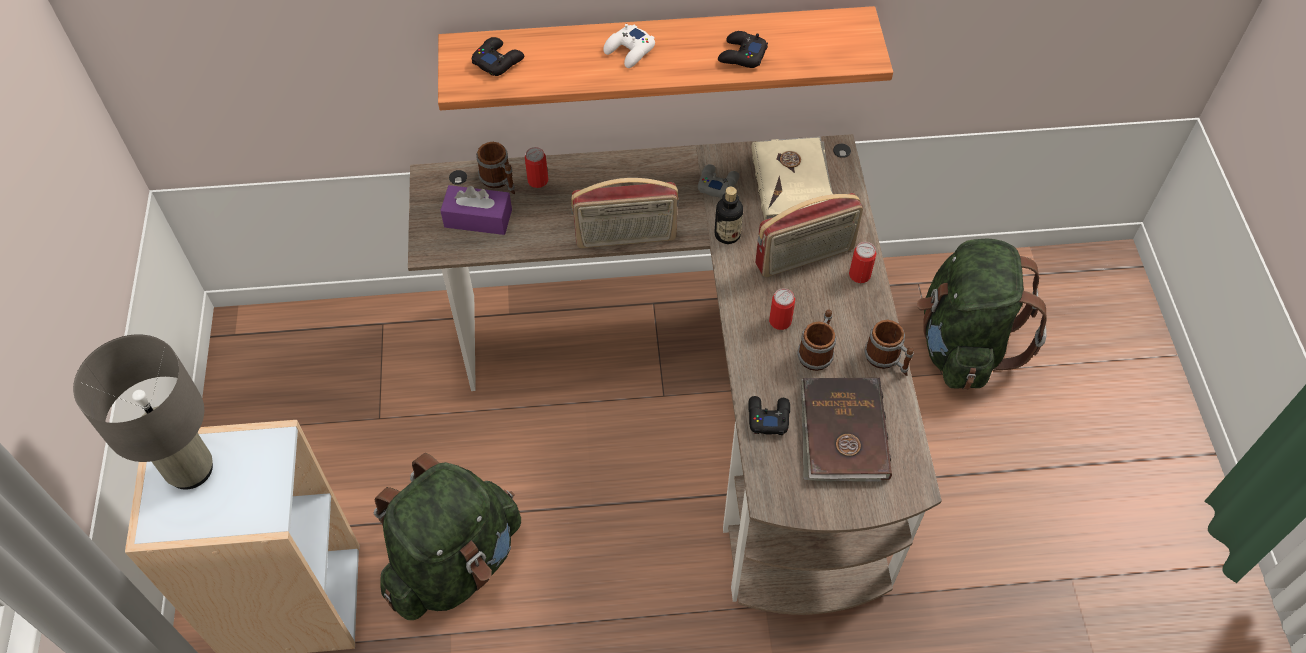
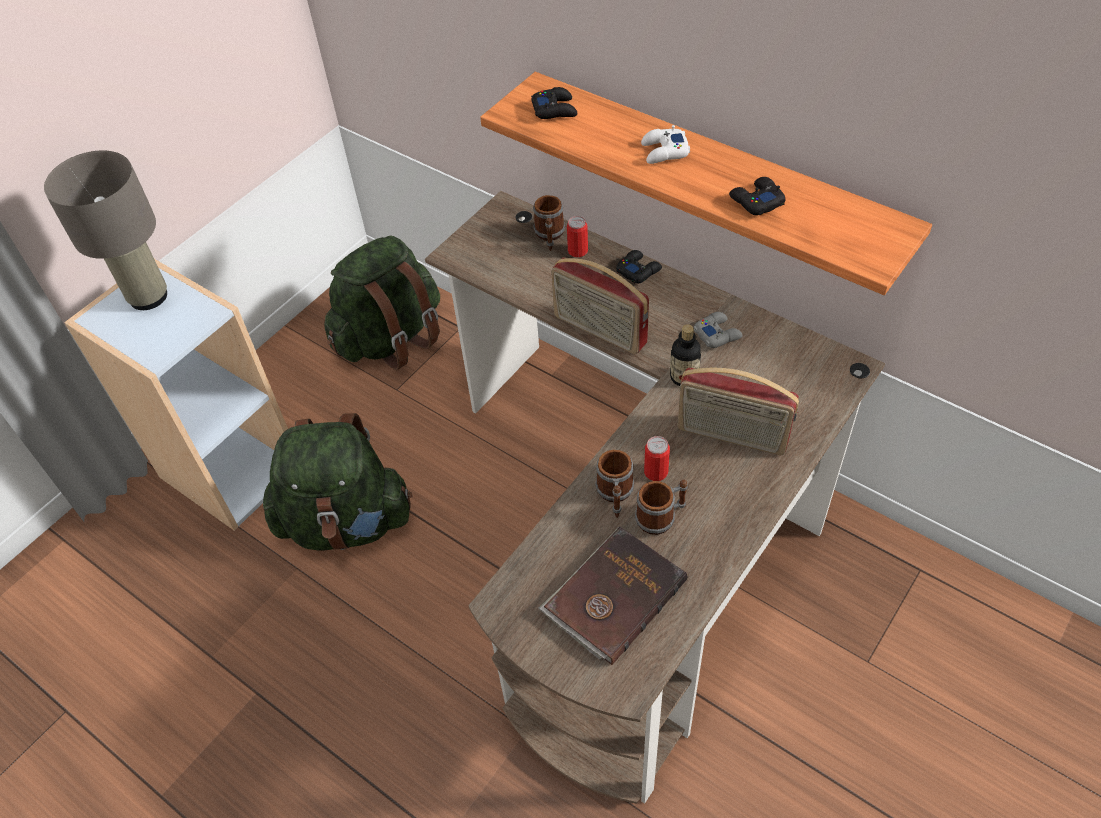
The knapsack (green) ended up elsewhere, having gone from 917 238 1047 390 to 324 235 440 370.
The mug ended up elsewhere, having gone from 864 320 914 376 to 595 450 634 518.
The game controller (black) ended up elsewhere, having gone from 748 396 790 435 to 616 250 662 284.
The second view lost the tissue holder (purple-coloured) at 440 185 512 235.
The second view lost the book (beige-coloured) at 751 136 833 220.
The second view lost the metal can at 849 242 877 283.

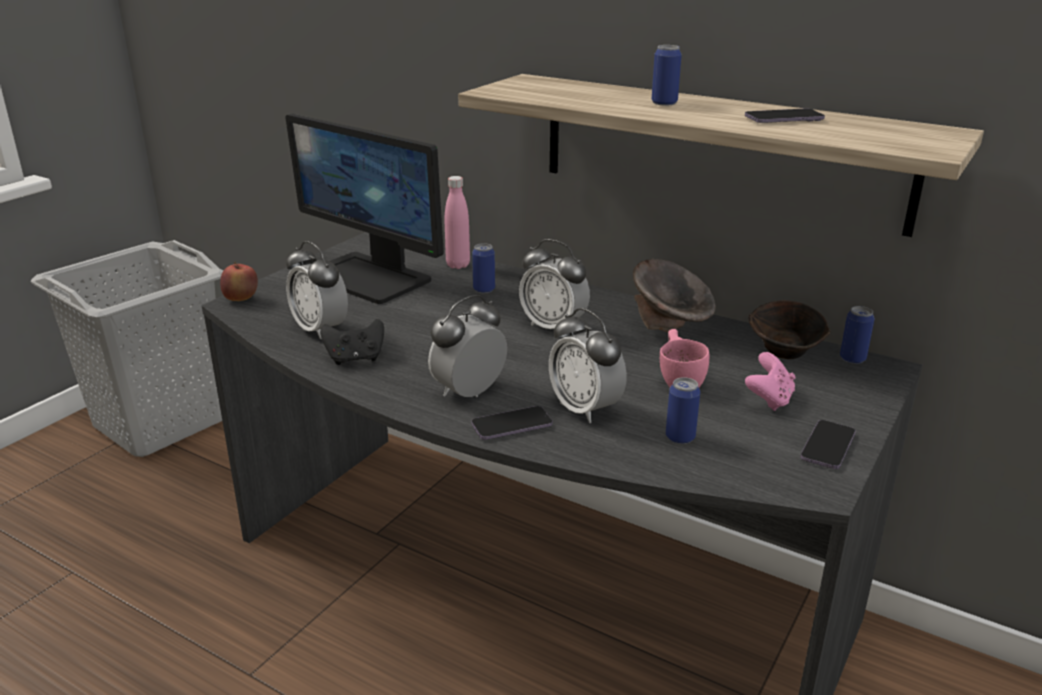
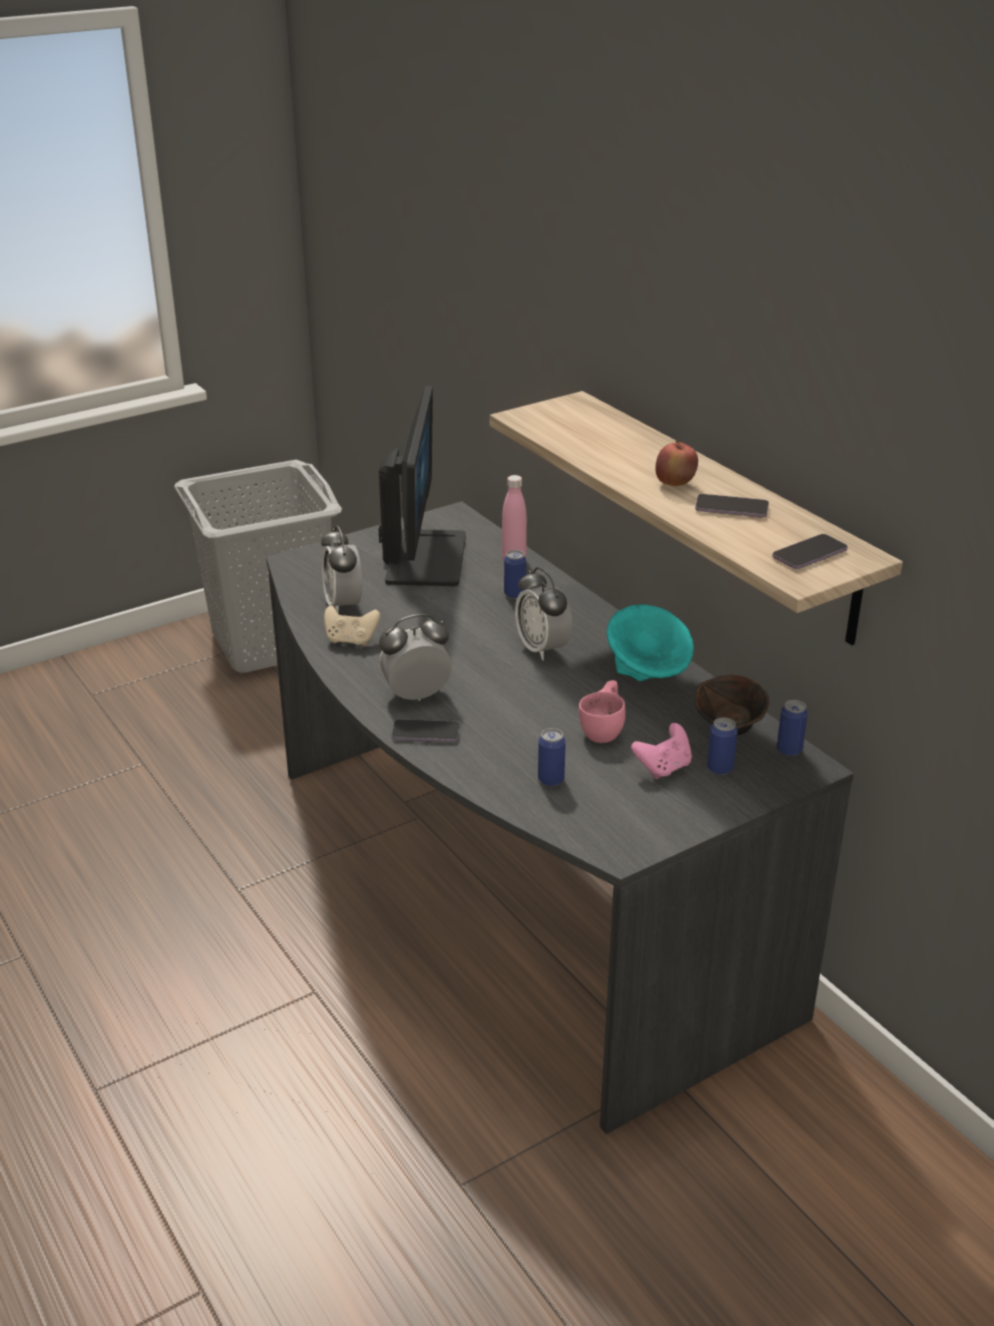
What was the game controller (black) at 320 319 384 365 turned into the game controller (beige-coloured) at 324 605 380 647.
The computer screen at 285 113 444 304 ended up facing another way, 150 degrees counterclockwise from before.
What was the deep dish (gray) at 633 259 716 333 turned into the deep dish (turquoise) at 607 605 694 681.
The apple ended up elsewhere, having gone from 220 262 258 301 to 655 440 698 486.
The metal can ended up elsewhere, having gone from 652 45 682 106 to 707 717 738 775.
The telephone ended up elsewhere, having gone from 800 420 856 469 to 772 534 848 569.
The second view lost the table clock at 549 308 627 423.

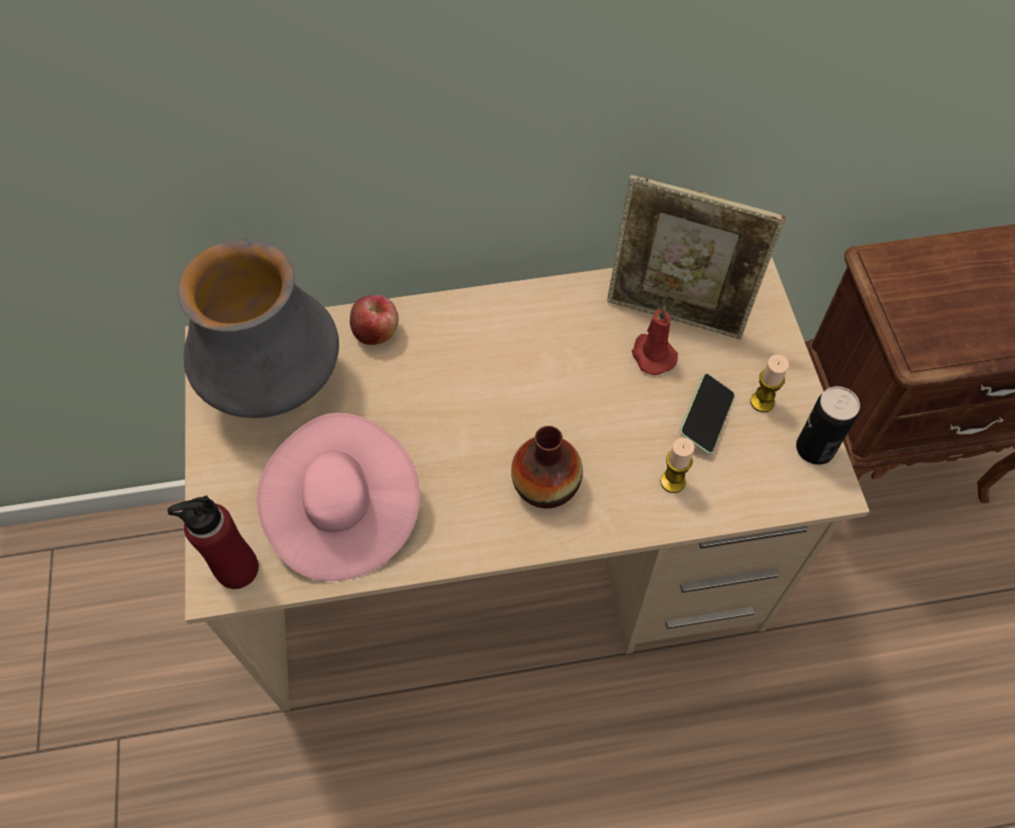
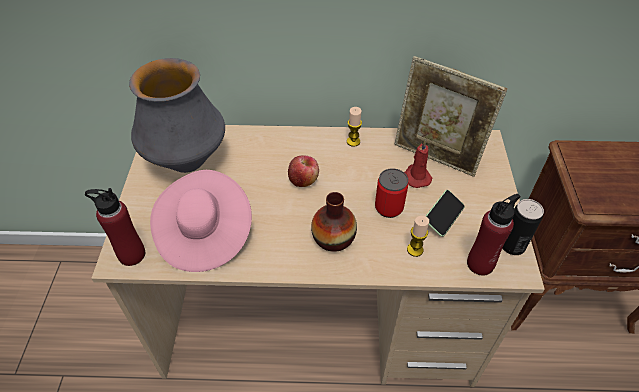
The apple ended up elsewhere, having gone from 350 295 399 345 to 288 155 319 187.
The wax candle ended up elsewhere, having gone from 750 354 789 412 to 347 107 362 147.
The second view gained the metal can at 375 168 408 218.
The second view gained the beverage bottle (red-coloured) at 467 194 521 276.

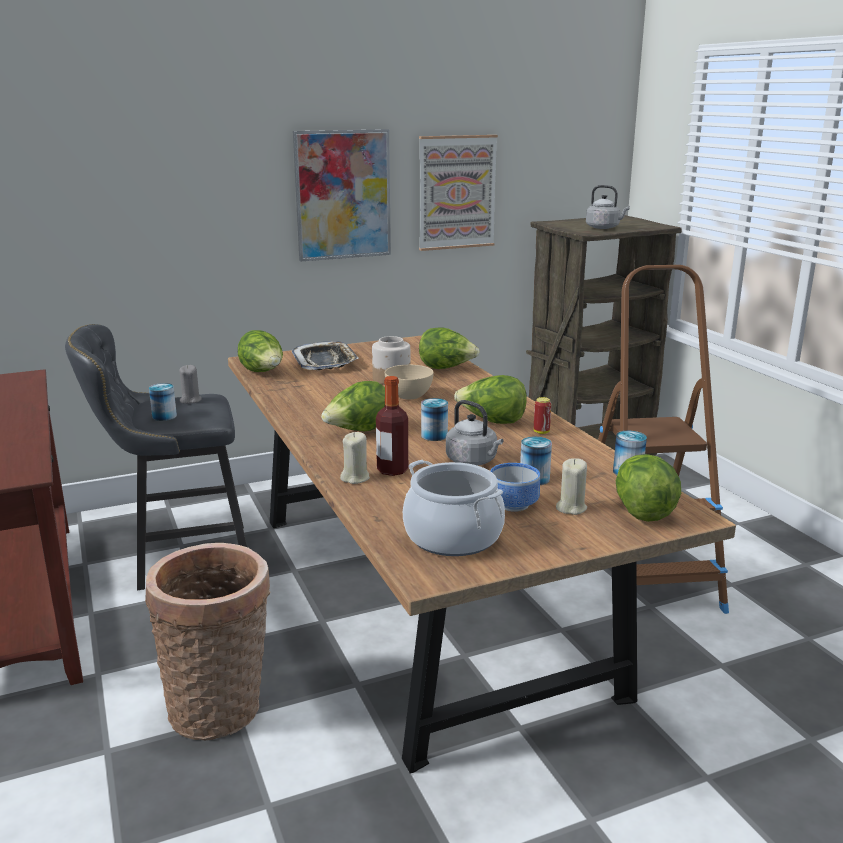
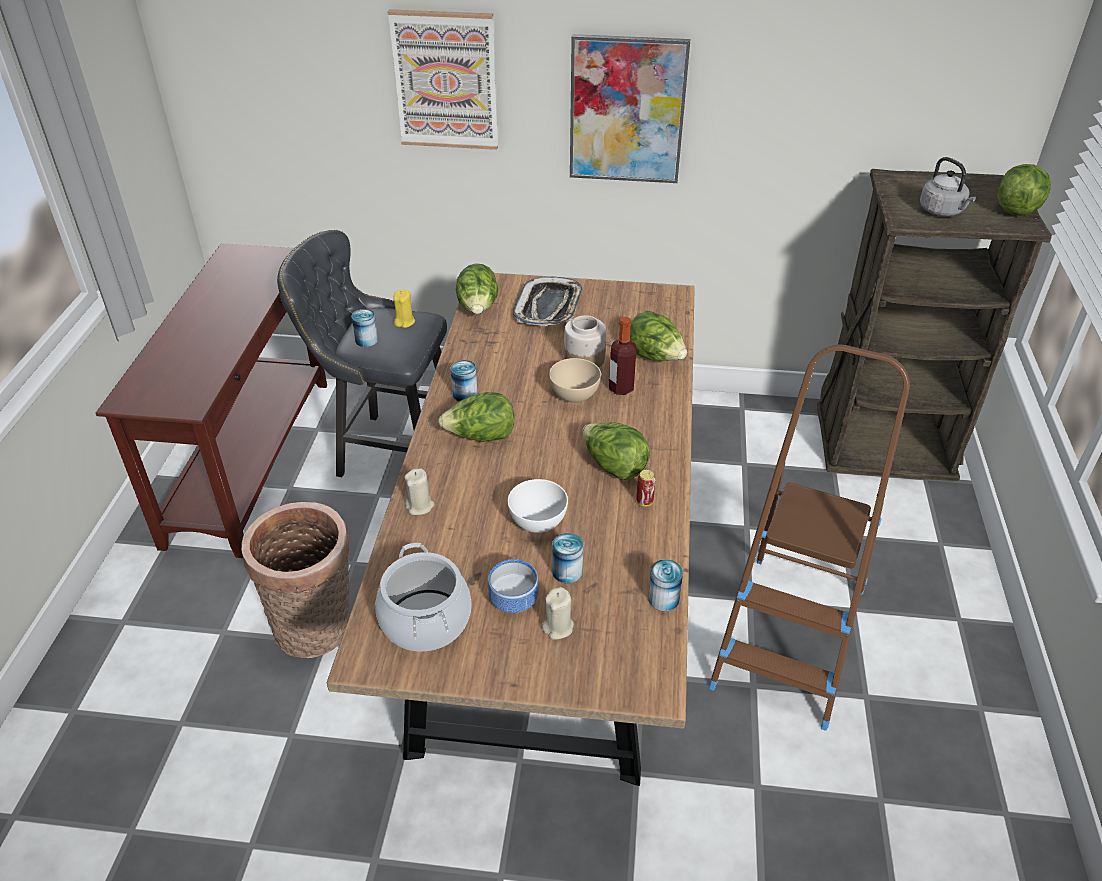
The picture ended up elsewhere, having gone from 419 135 498 251 to 388 9 498 150.
What was the wax candle (gray) at 179 365 202 404 turned into the wax candle (yellow) at 393 289 415 328.
The metal can ended up elsewhere, having gone from 421 398 448 441 to 451 360 478 401.
Where the tea kettle (gray) stood at 446 400 503 466, the deep dish (white-coloured) came to stand at 508 479 568 533.
The beverage bottle ended up elsewhere, having gone from 376 376 408 476 to 609 317 637 395.
The head of lettuce ended up elsewhere, having gone from 616 454 681 522 to 997 164 1051 216.

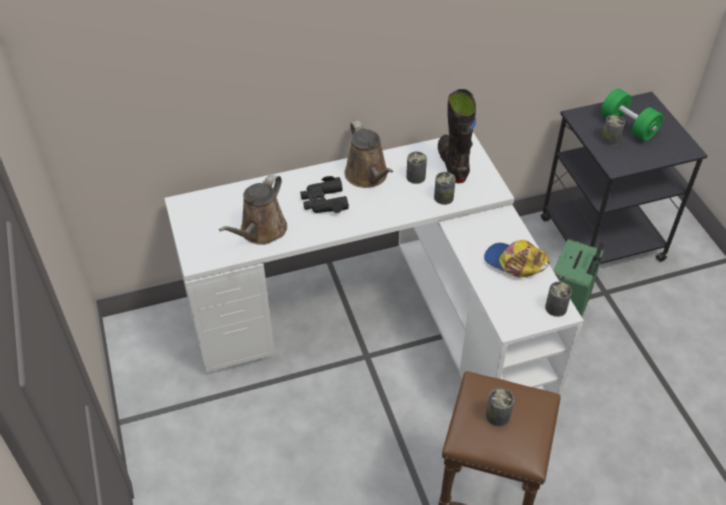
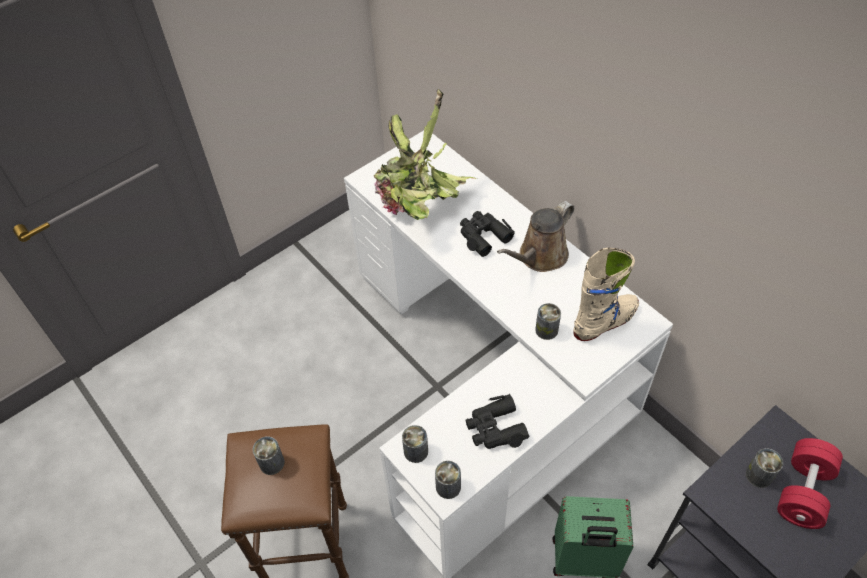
Where the sprinkling can (brownish) stood at 219 174 287 245, the potted plant came to stand at 373 89 477 220.
The metal can ended up elsewhere, having gone from 406 152 427 184 to 402 425 428 463.
Where the baseball cap stood at 484 240 550 278, the pair of binoculars (black) came to stand at 466 394 530 449.
What was the tall boot (black) at 438 89 476 183 turned into the tall boot (beige-coloured) at 573 248 639 341.
What was the dumbbell (green) at 601 88 664 141 turned into the dumbbell (red-coloured) at 777 438 843 529.

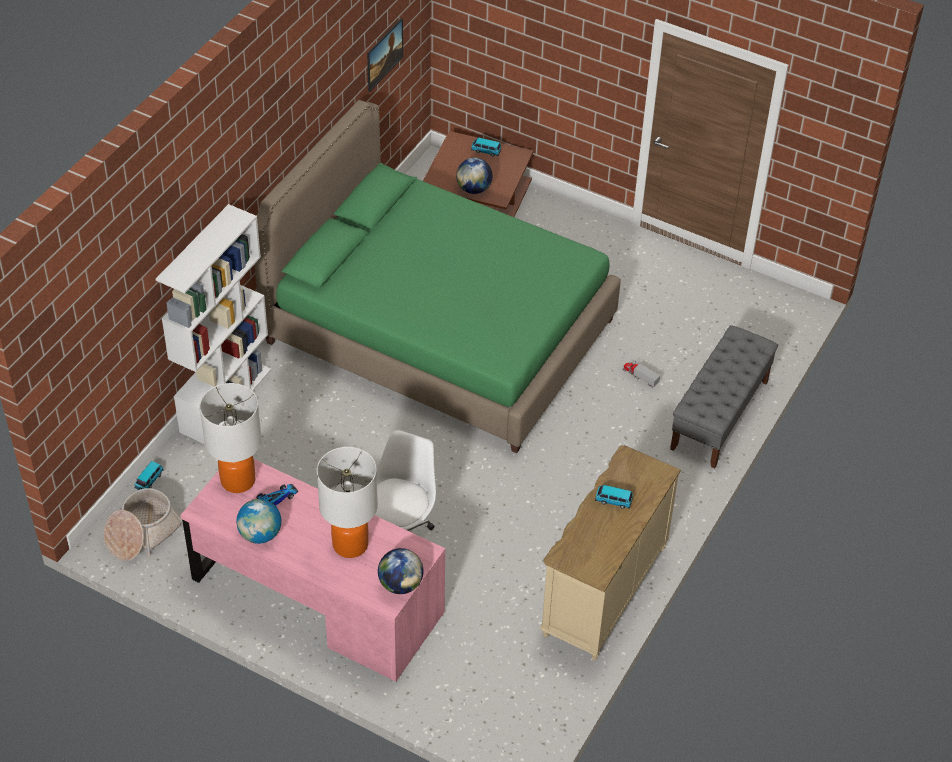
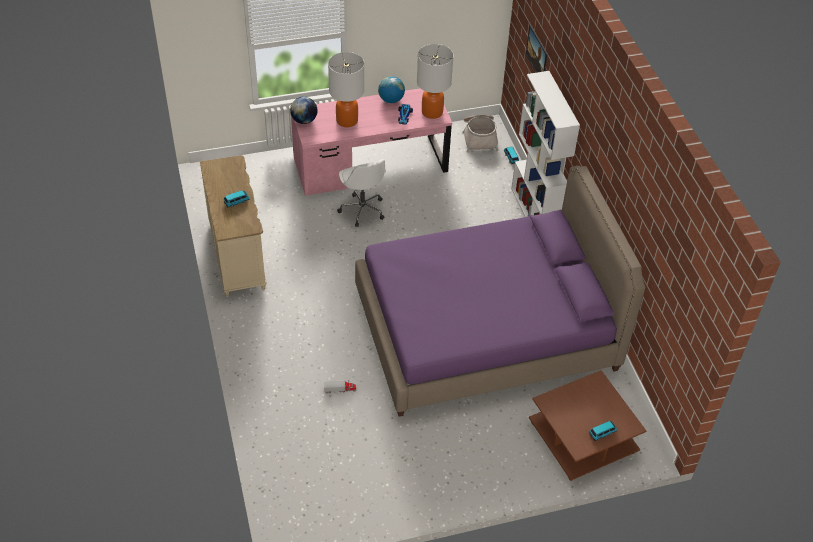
What was the bedroom bed (green) at 254 100 621 453 turned into the bedroom bed (purple-coloured) at 355 166 645 417.
The picture ended up elsewhere, having gone from 367 18 403 92 to 526 25 547 73.
The second view lost the desk globe at 456 158 493 194.
The second view lost the bench (gray) at 670 325 778 469.

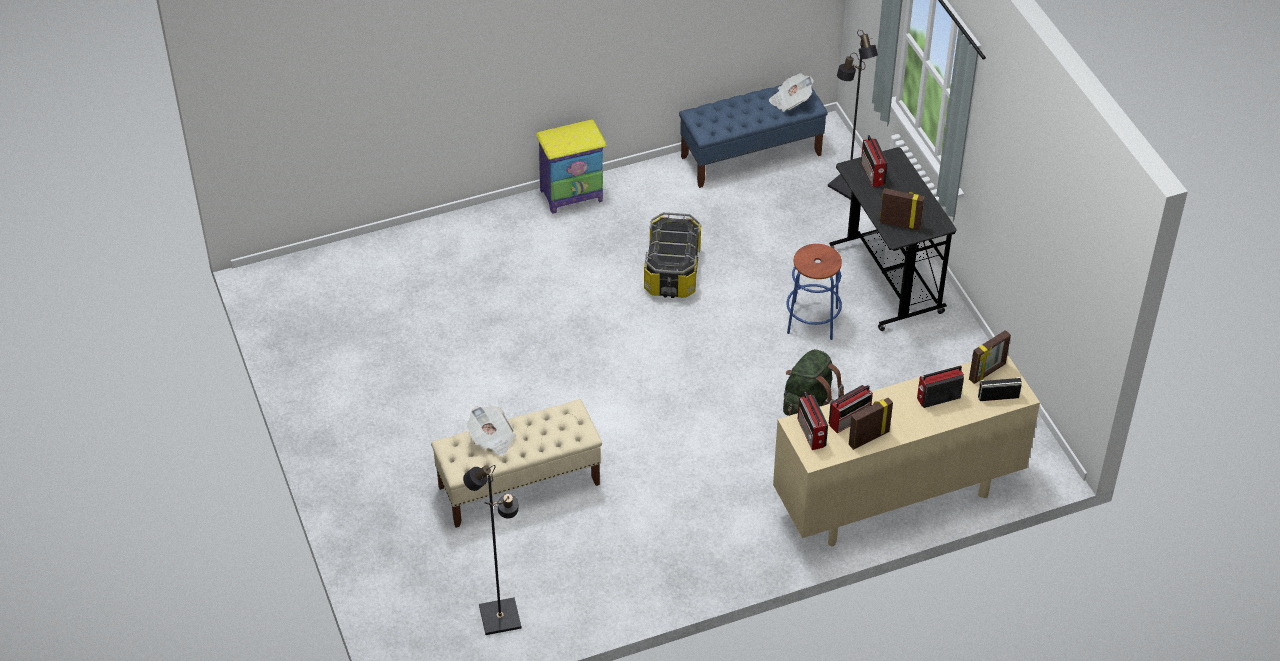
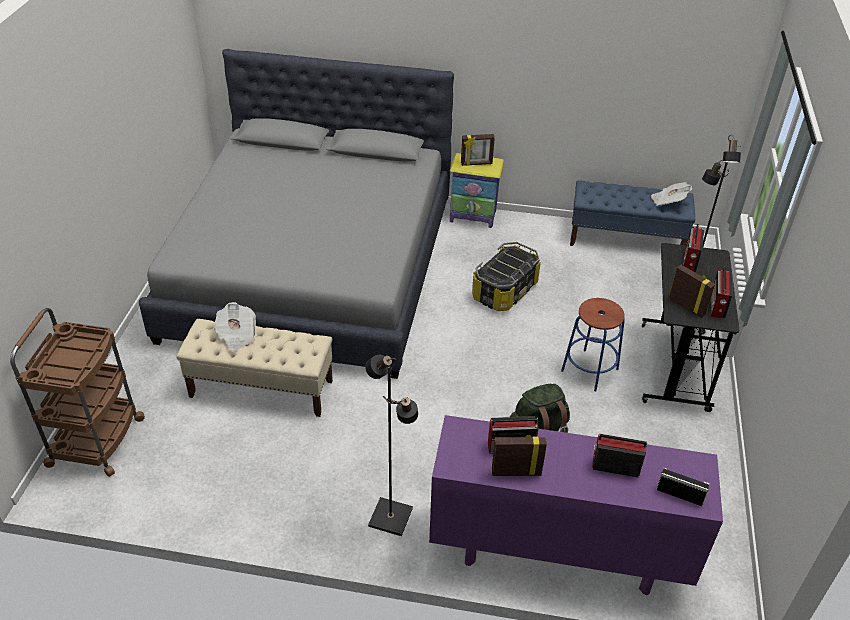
The second view gained the cart (brownish) at 10 308 145 477.
The second view gained the bedroom bed (gray) at 139 49 454 379.
The standing lamp (black) ended up elsewhere, having gone from 463 465 522 635 to 365 354 418 536.
What was the dresser (beige-coloured) at 773 354 1040 546 turned into the dresser (purple-coloured) at 429 415 723 595.
The photo frame ended up elsewhere, having gone from 969 330 1011 384 to 461 134 495 166.
The radio set ended up elsewhere, having gone from 798 392 828 450 to 711 266 732 318.

